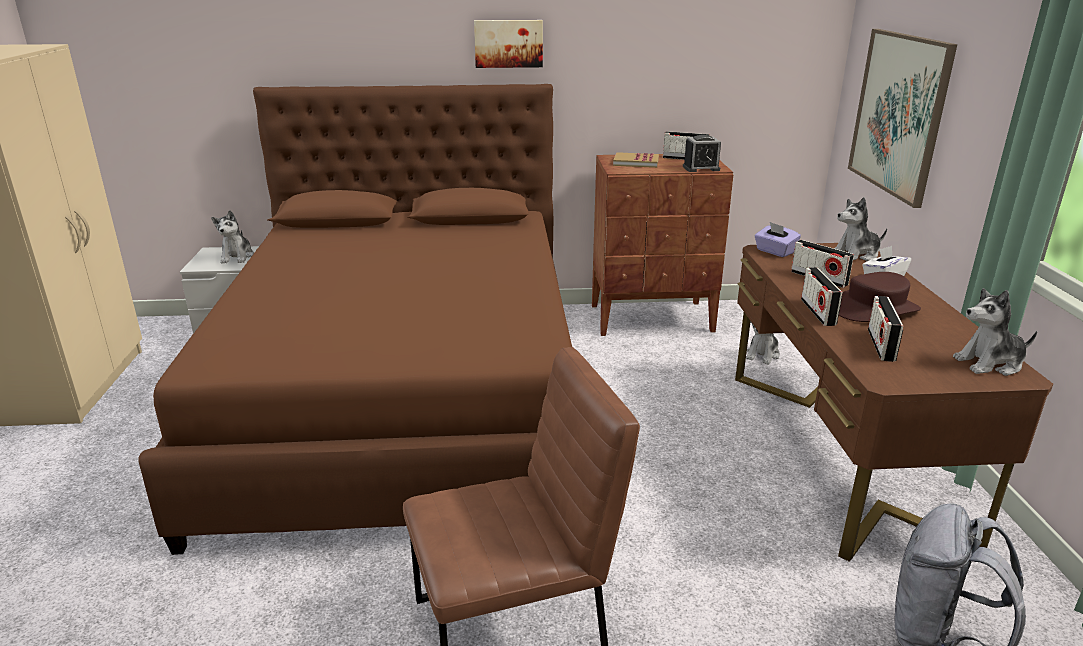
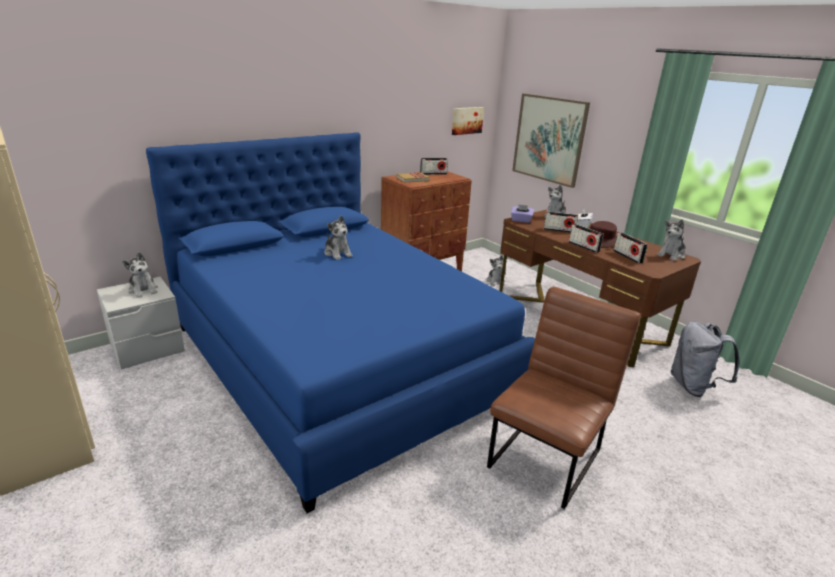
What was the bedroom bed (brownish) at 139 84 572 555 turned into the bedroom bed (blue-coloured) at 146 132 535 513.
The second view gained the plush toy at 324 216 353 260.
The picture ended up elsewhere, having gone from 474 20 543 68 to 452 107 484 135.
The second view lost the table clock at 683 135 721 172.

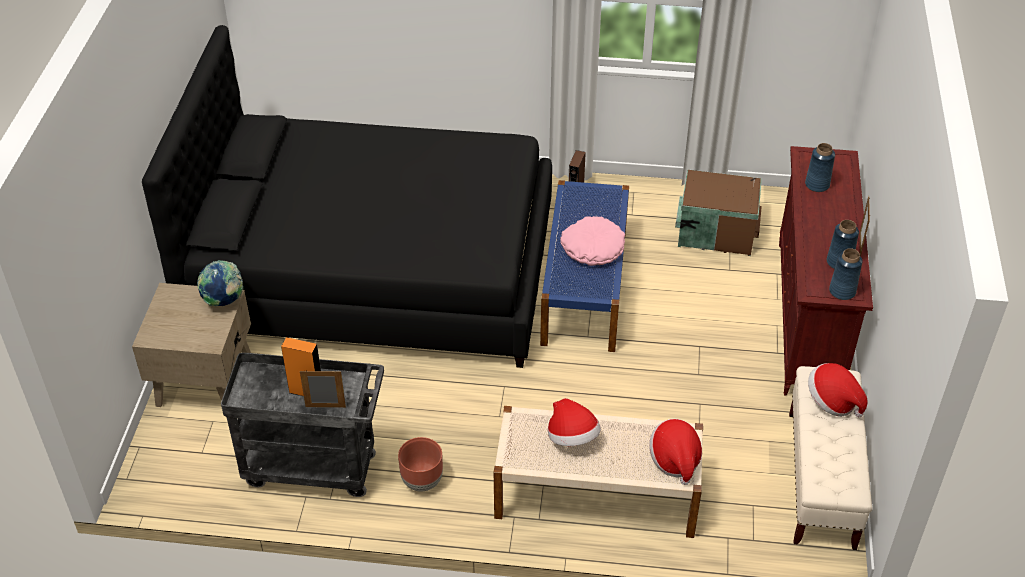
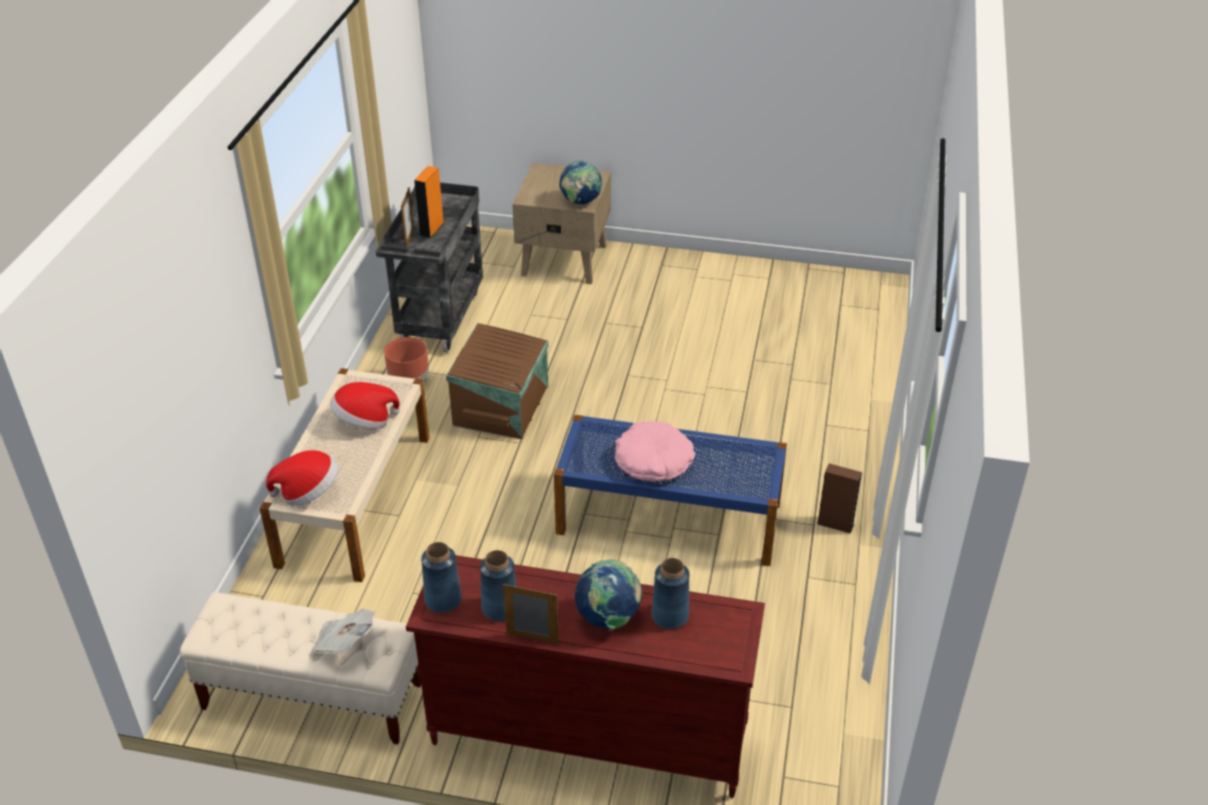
Where the wearable hat stood at 808 363 868 418, the daily paper came to stand at 312 609 375 654.
The storage container (brownish) ended up elsewhere, having gone from 675 169 762 256 to 446 323 549 439.
The second view gained the desk globe at 575 559 643 631.
The second view lost the bedroom bed (black) at 142 25 552 368.

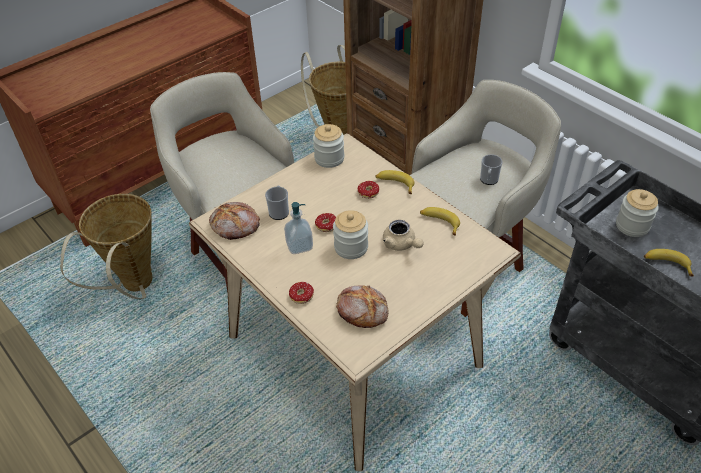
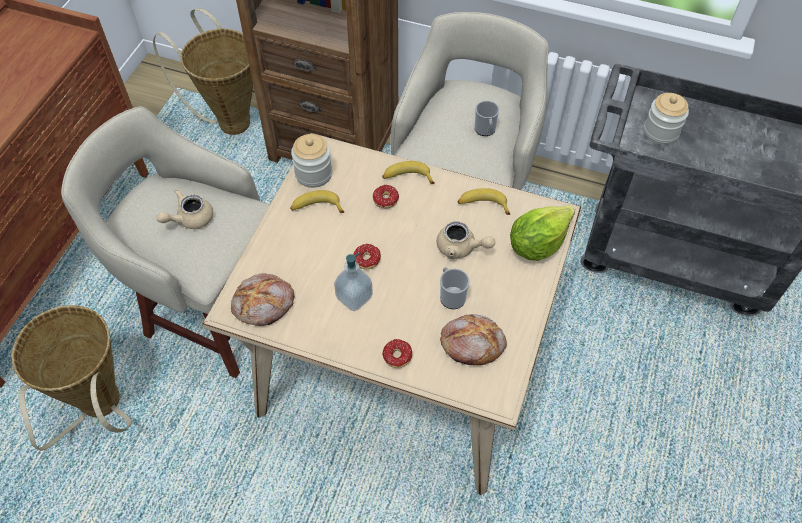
The second view gained the tea pot (beige-coloured) at 156 190 213 229.
The whole banana ended up elsewhere, having gone from 644 249 694 276 to 290 190 344 213.
The mug ended up elsewhere, having gone from 265 185 289 220 to 440 267 470 309.
The second view gained the head of lettuce at 510 206 575 261.
The second view lost the jar at 333 210 368 259.

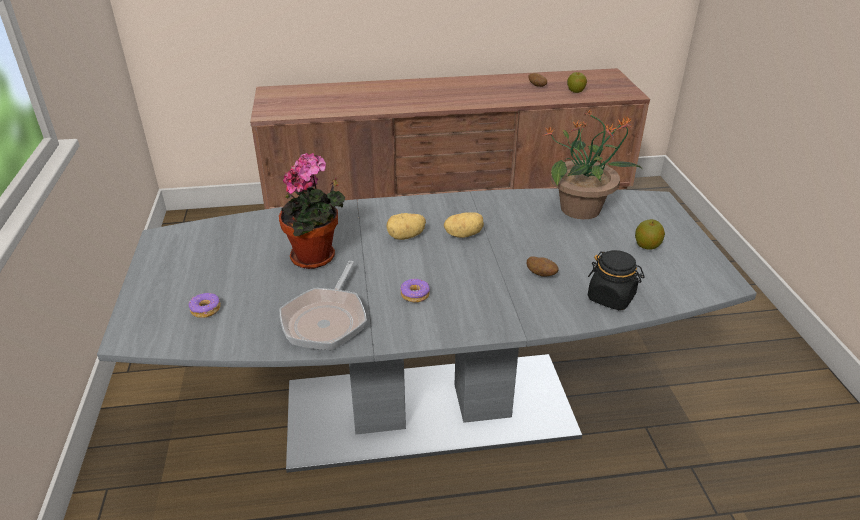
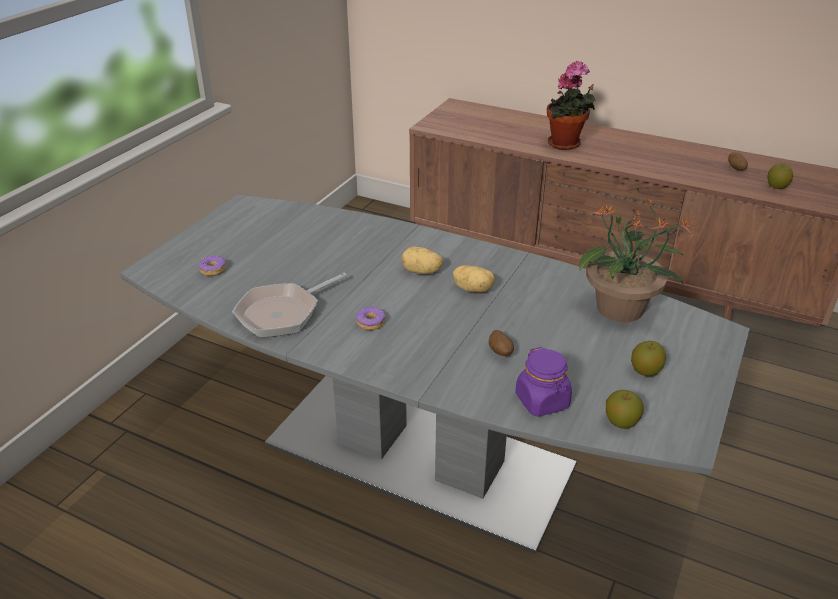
What was the jar (black) at 588 250 645 310 turned into the jar (purple-coloured) at 515 347 572 417.
The potted plant ended up elsewhere, having gone from 279 153 345 269 to 547 61 595 150.
The second view gained the apple at 606 390 644 429.

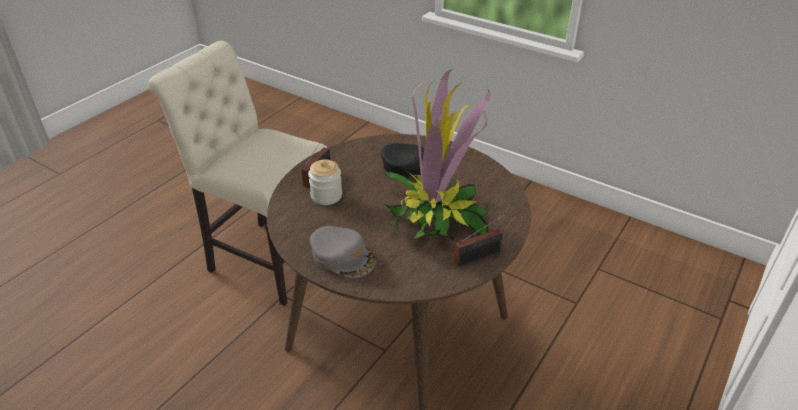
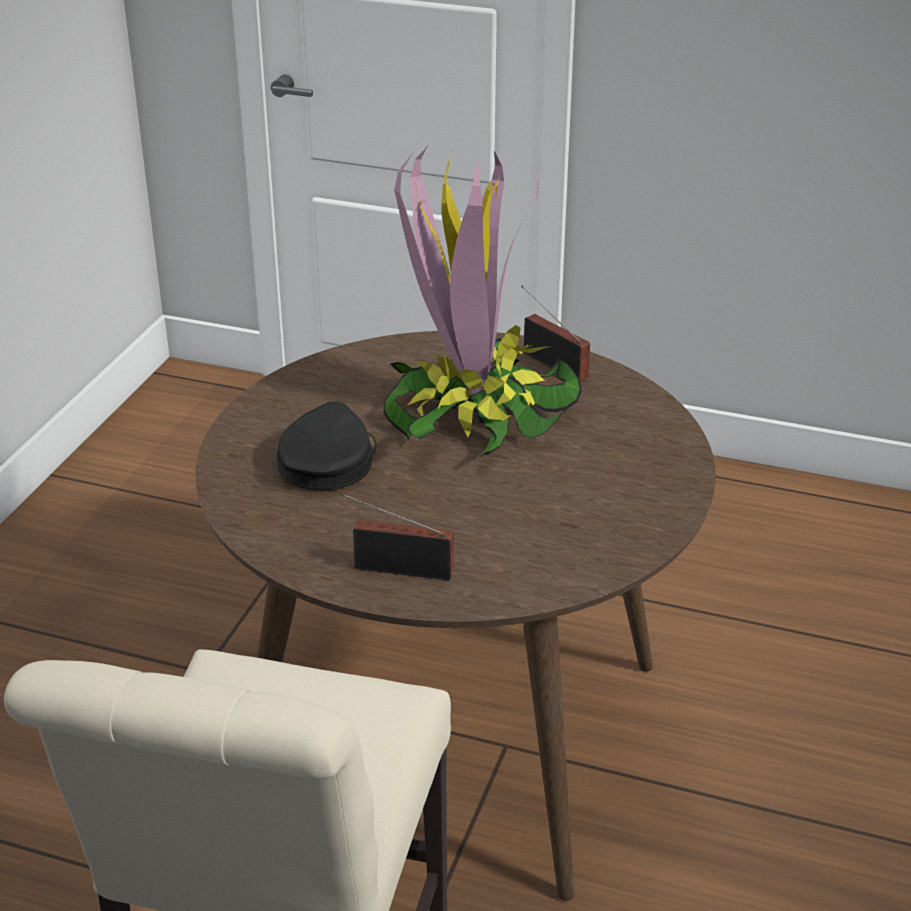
The second view lost the jar at 308 159 342 205.
The second view lost the baseball cap (gray) at 310 226 376 278.

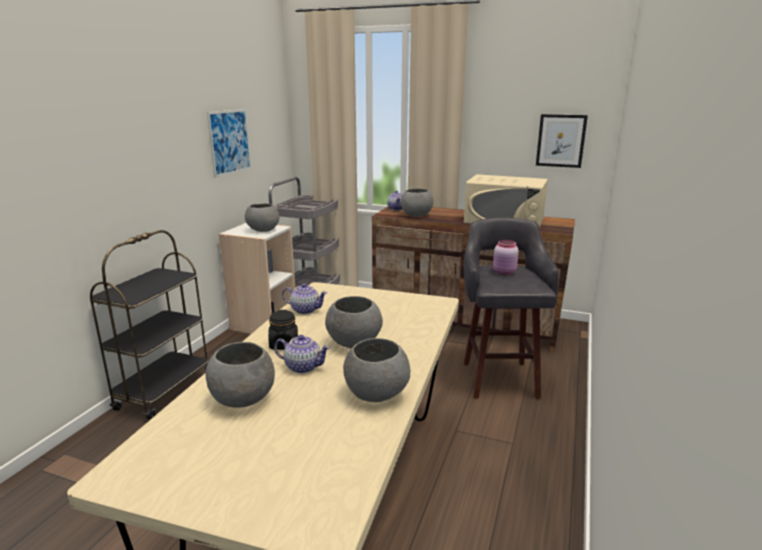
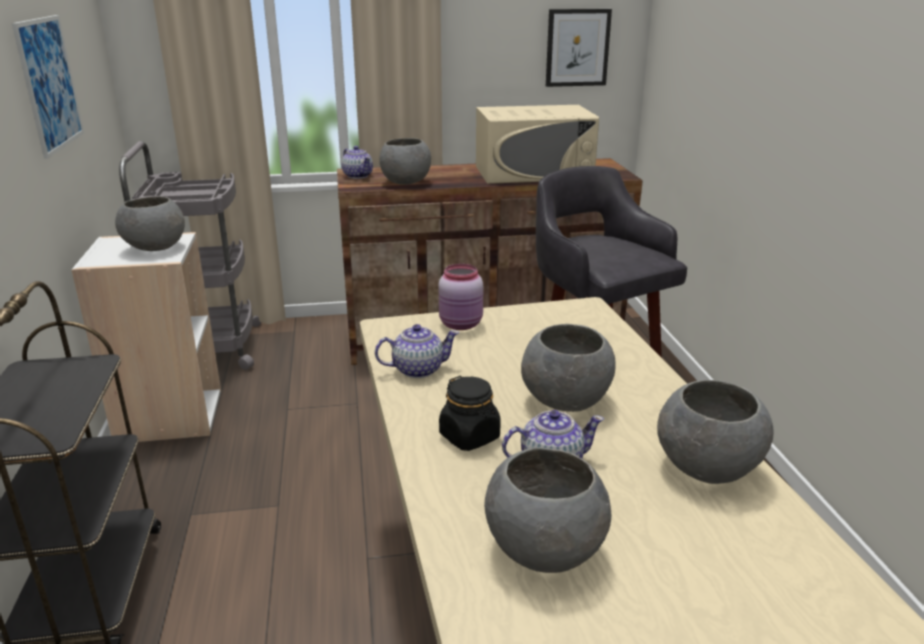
The jar (pinkish) ended up elsewhere, having gone from 493 240 519 275 to 439 264 483 330.

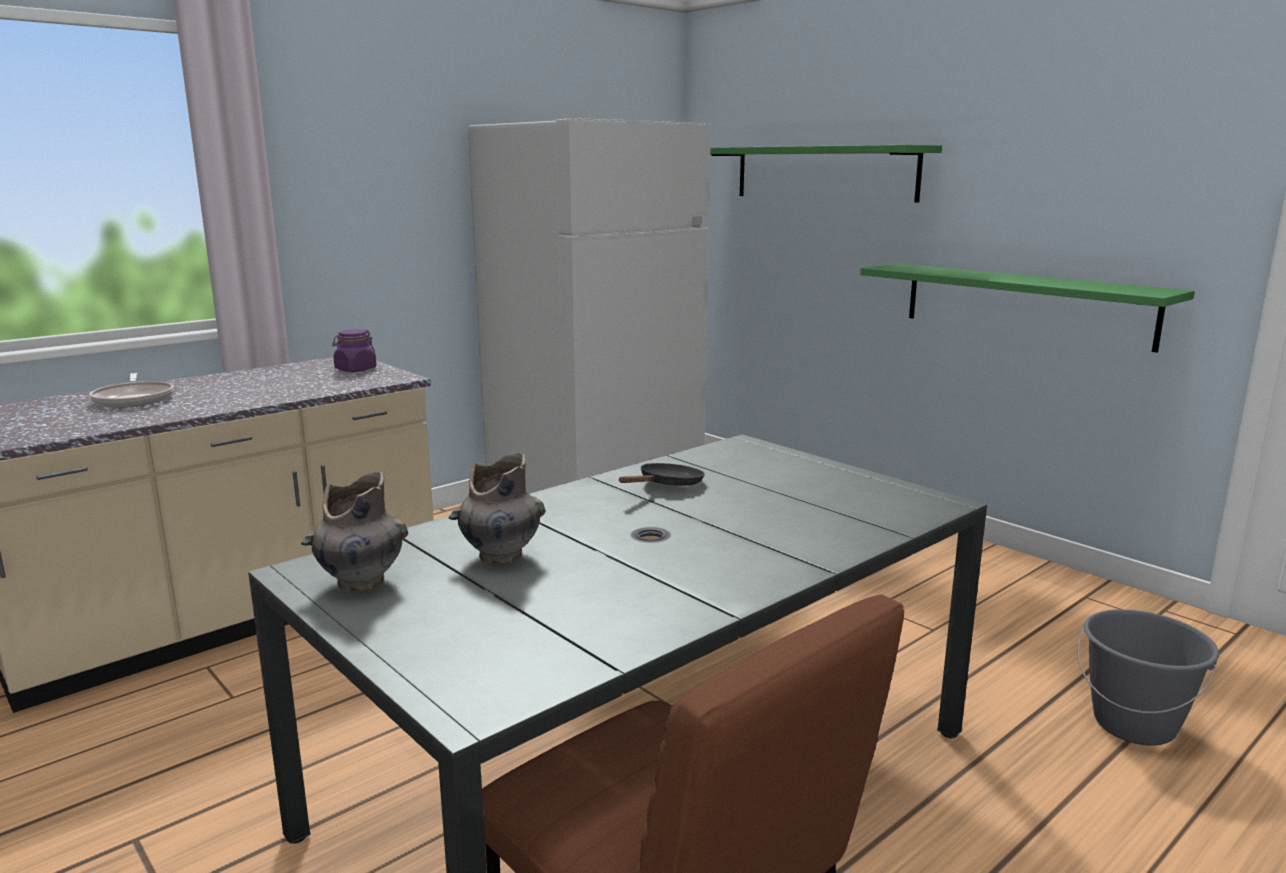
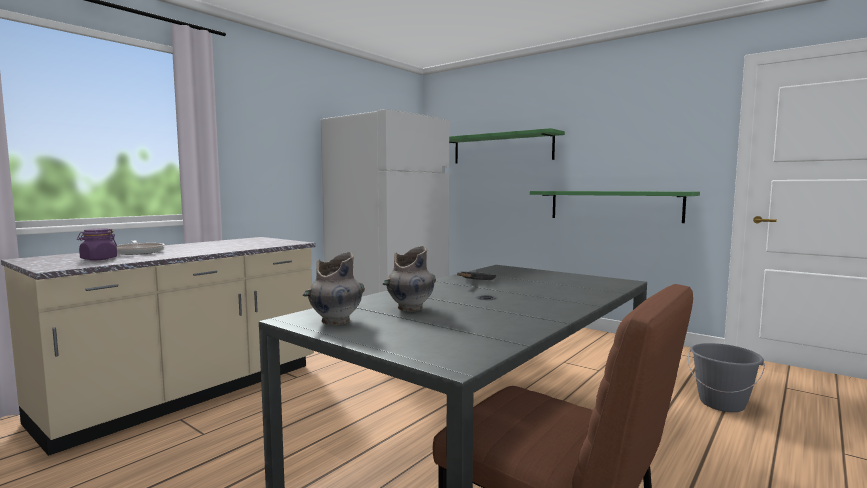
The jar (purple-coloured) ended up elsewhere, having gone from 332 329 377 372 to 77 229 117 261.

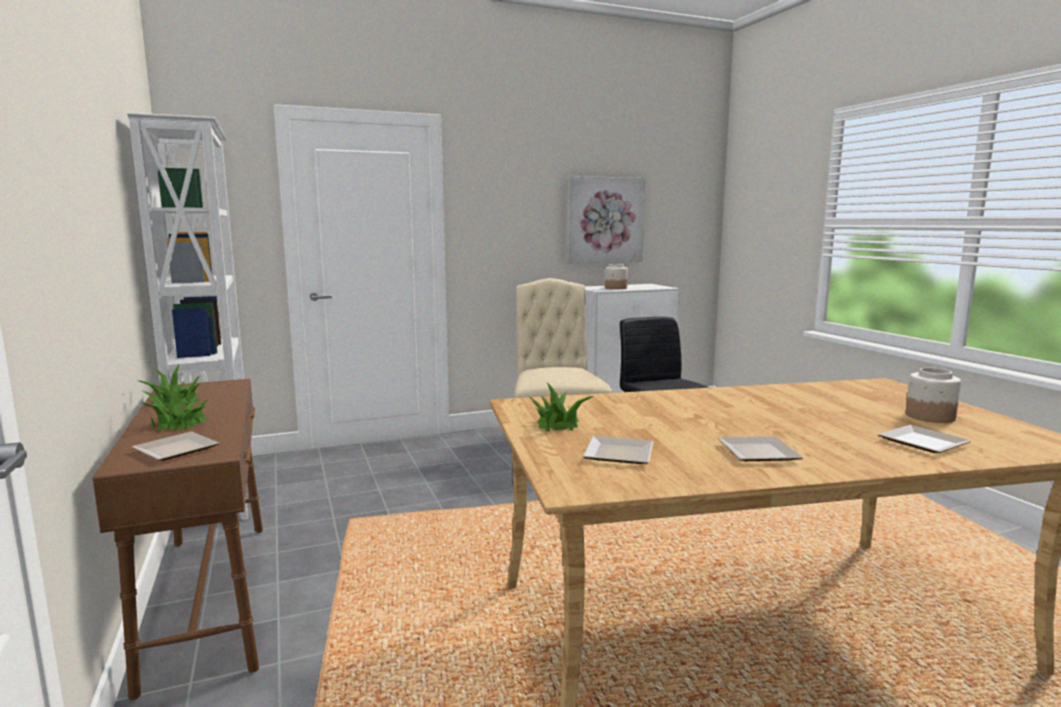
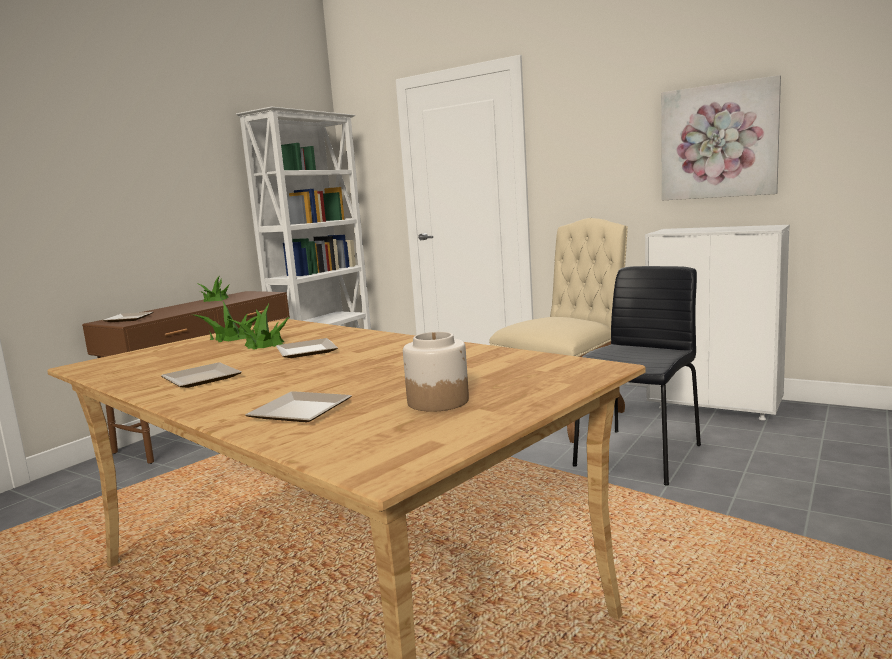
The potted plant ended up elsewhere, having gone from 141 381 209 431 to 228 304 289 350.
The flat dish ended up elsewhere, having gone from 583 436 653 464 to 276 338 338 358.
The second view lost the jar at 605 264 628 290.

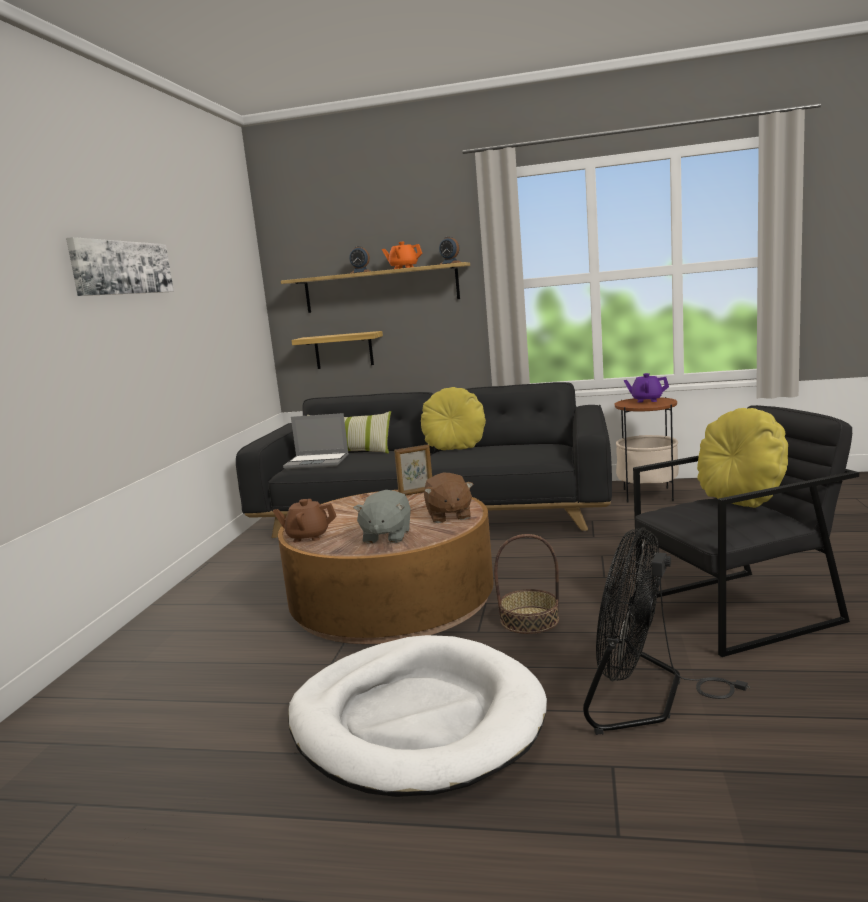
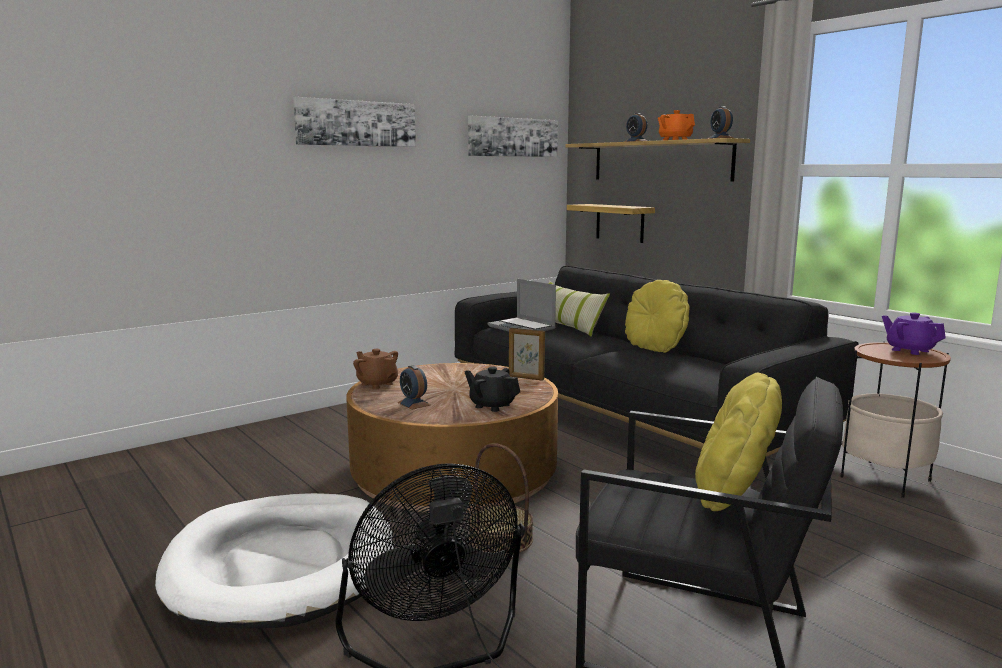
Where the plush toy (gray) stood at 353 490 411 544, the table clock came to stand at 398 365 430 410.
Where the plush toy (brownish) stood at 424 473 474 523, the tea pot (black) came to stand at 464 367 520 412.
The second view gained the picture at 468 116 558 157.

